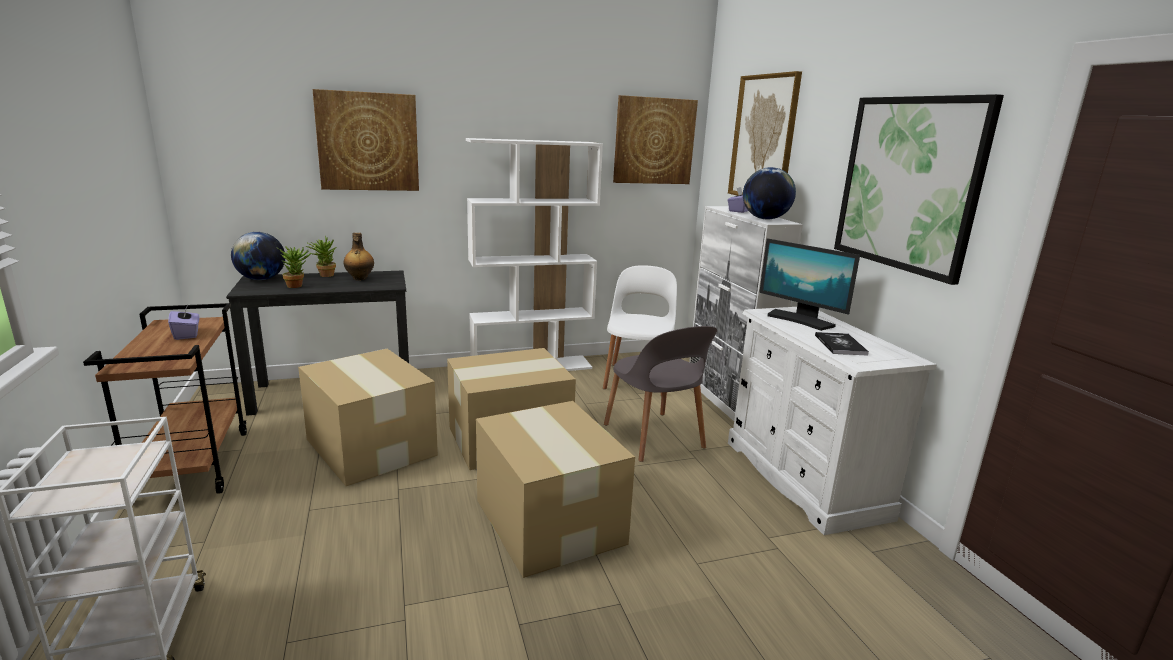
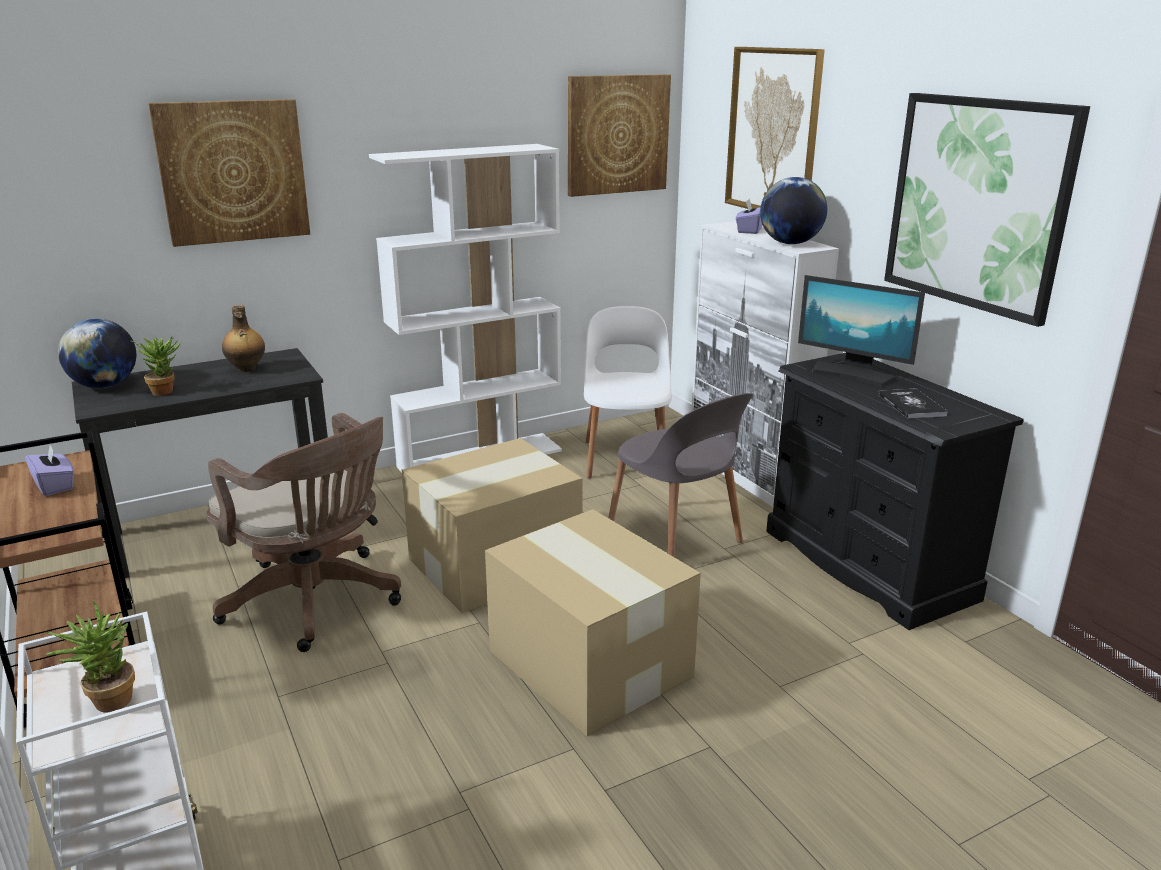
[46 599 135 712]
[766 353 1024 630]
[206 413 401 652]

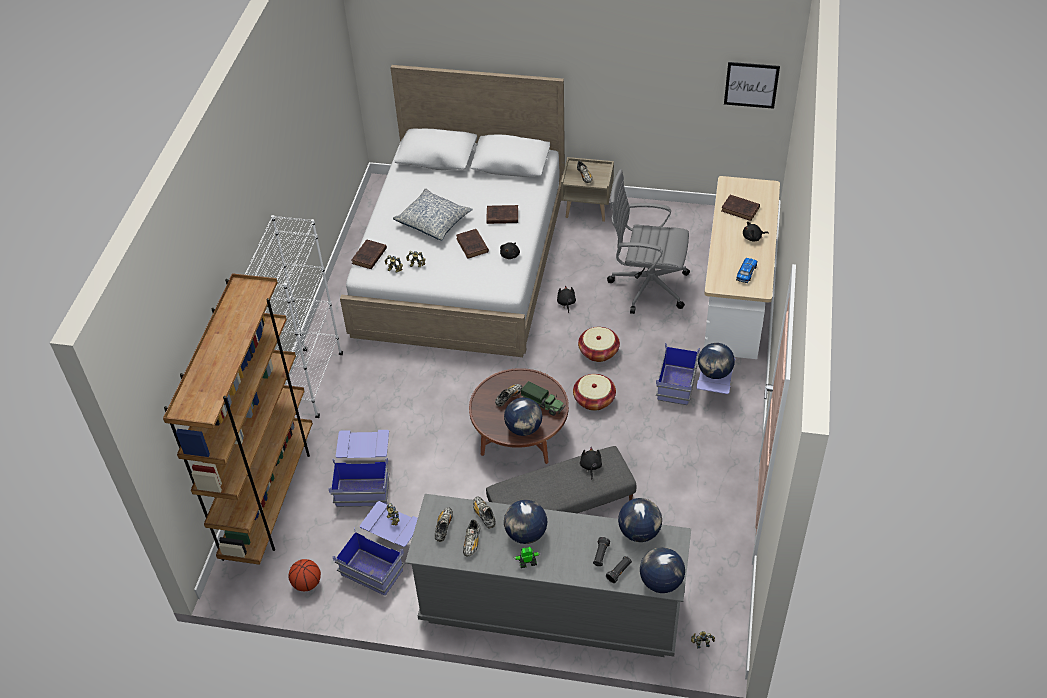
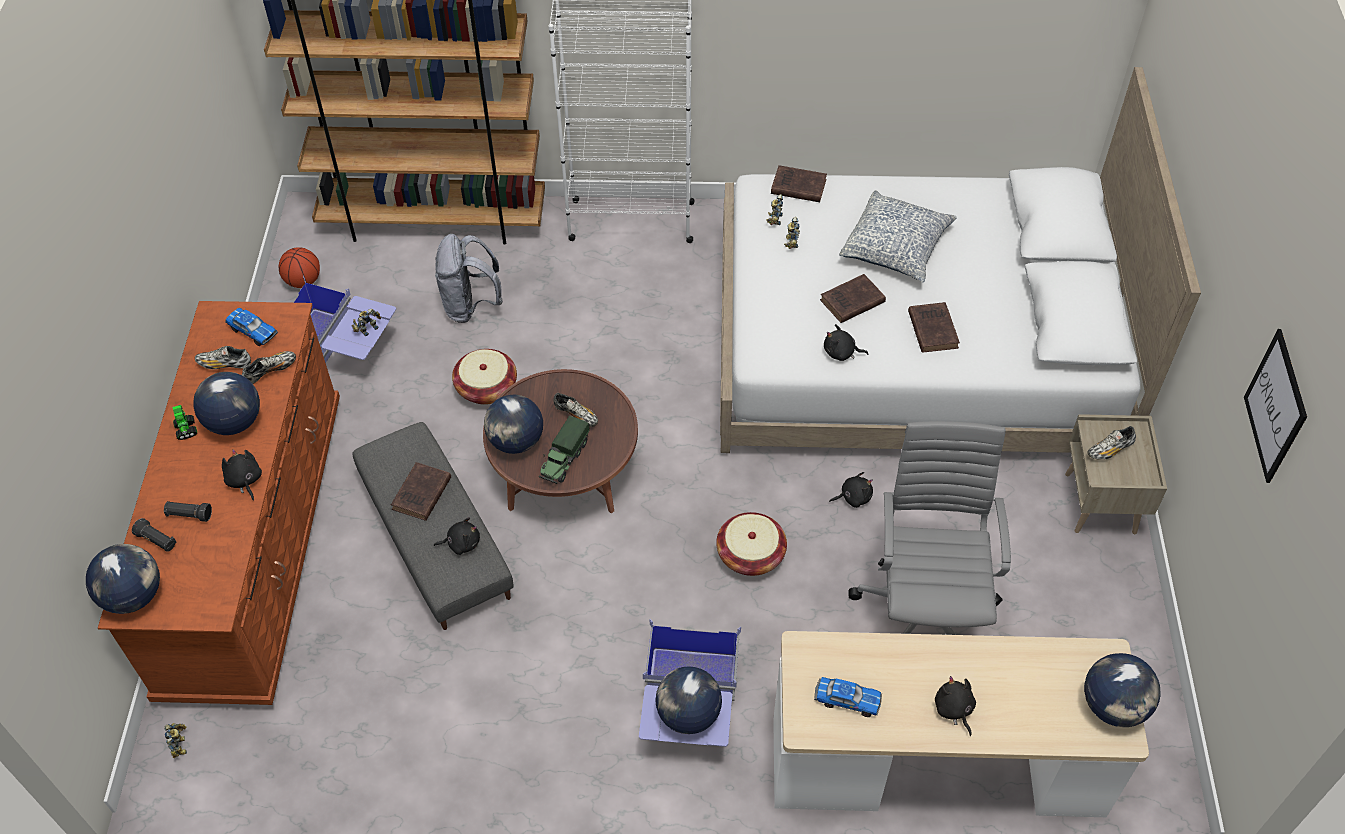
[1244 329 1307 483]
[391 462 451 521]
[452 349 517 405]
[435 234 503 323]
[98 301 340 705]
[1084 653 1161 727]
[225 308 278 346]
[222 449 262 501]

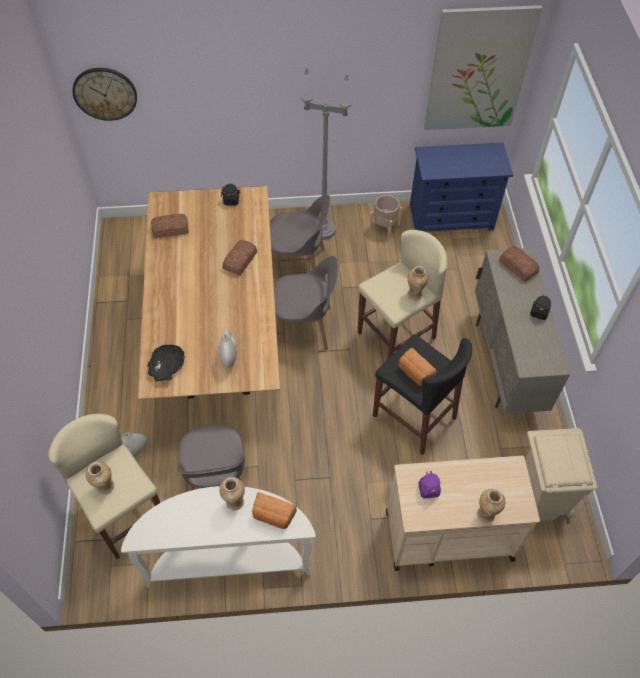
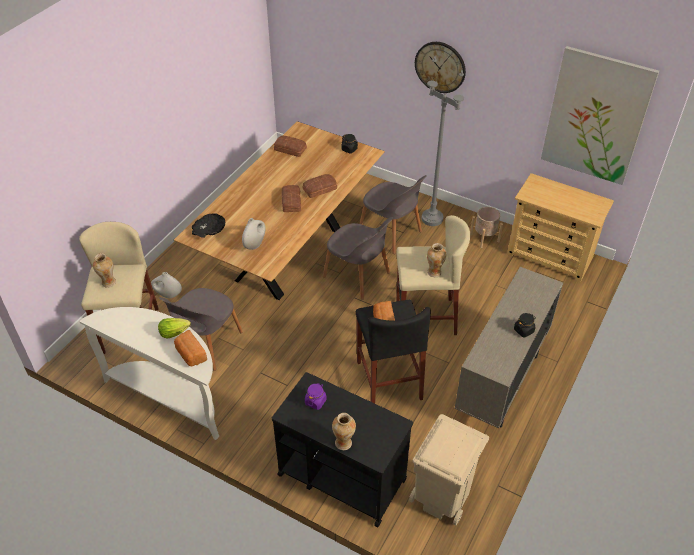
[415 42 466 93]
[507 173 614 282]
[282 185 301 212]
[272 372 413 527]
[158 318 191 339]

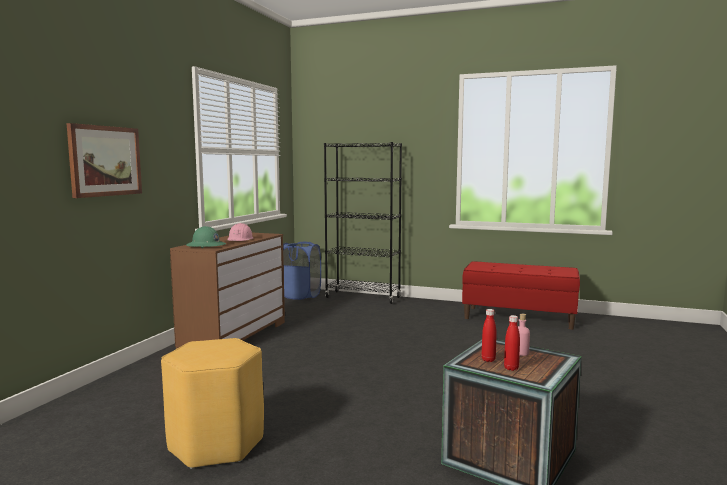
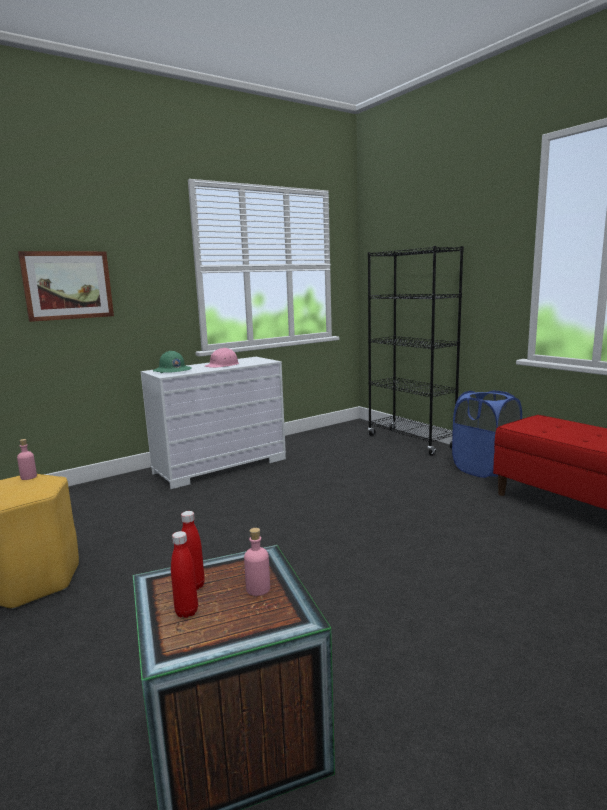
[141 357 286 489]
[452 390 522 478]
[17 439 37 480]

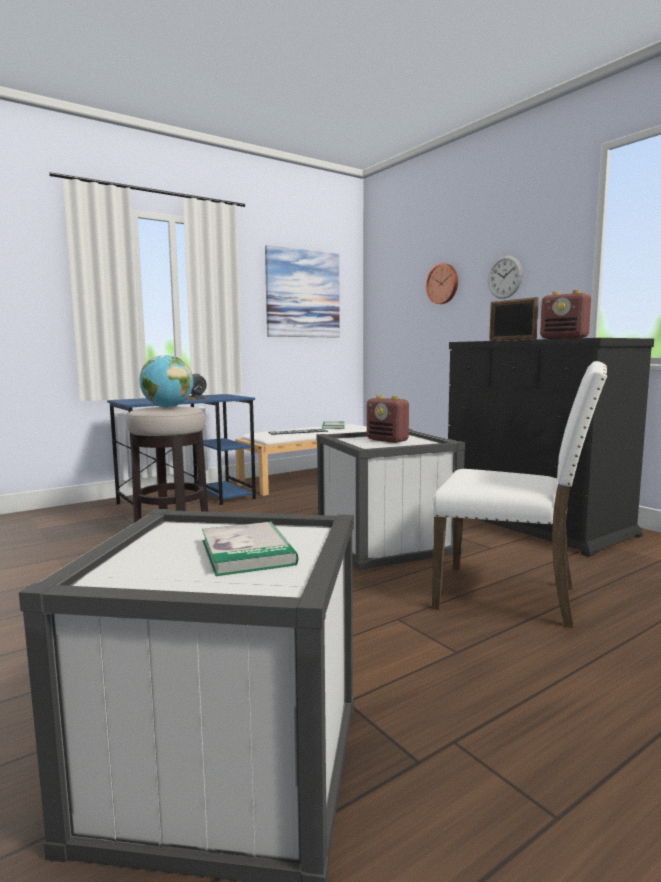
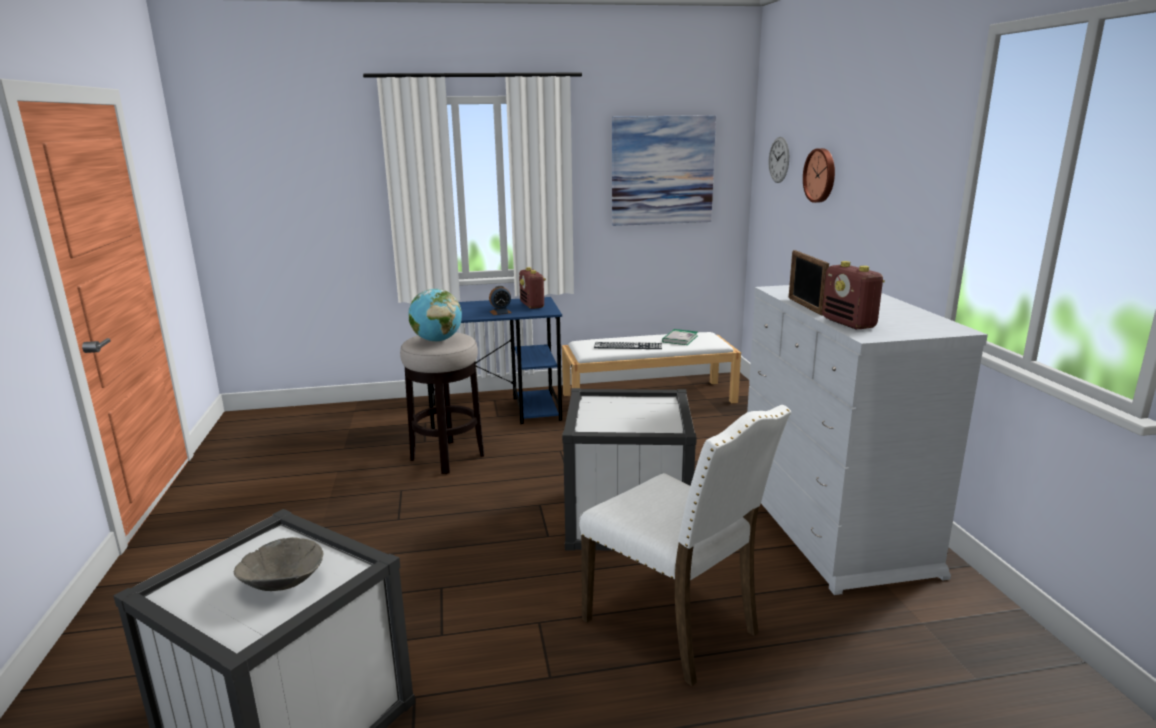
[769 137 789 183]
[747 285 988 595]
[519 267 546 309]
[234 537 323 591]

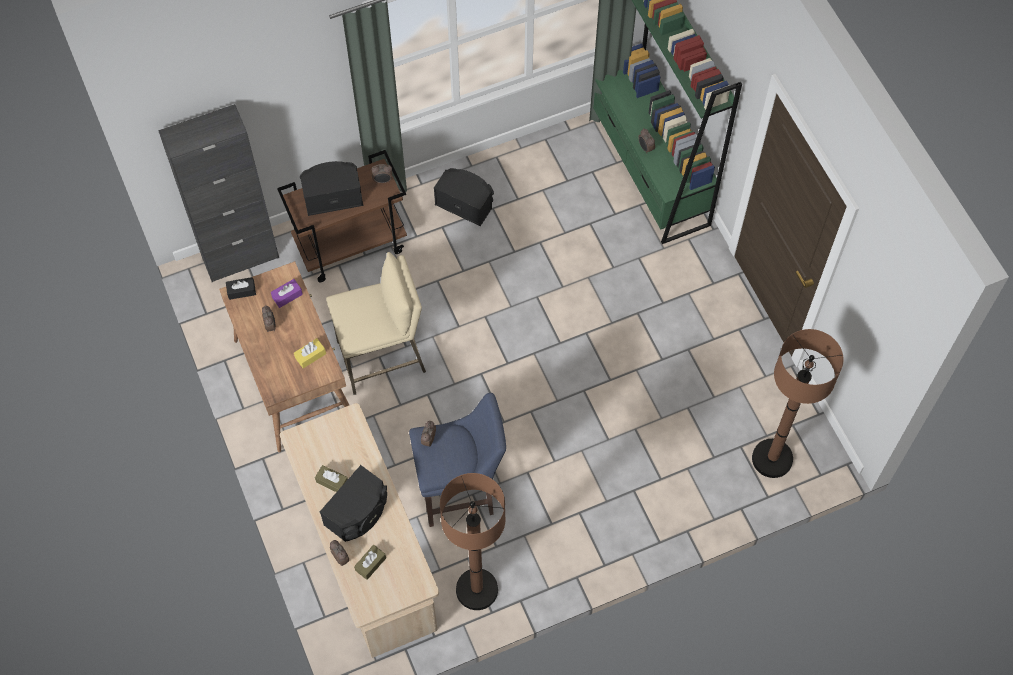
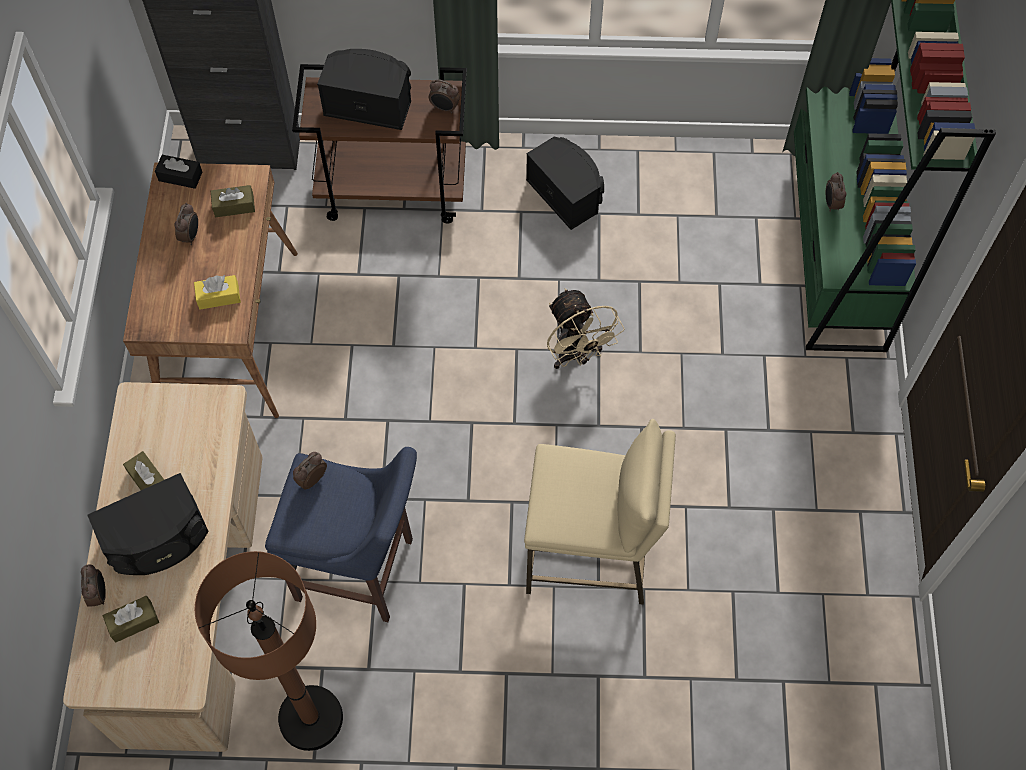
[524 419 676 605]
[211 185 255 217]
[752 329 844 478] (first image)
[547 288 625 369]

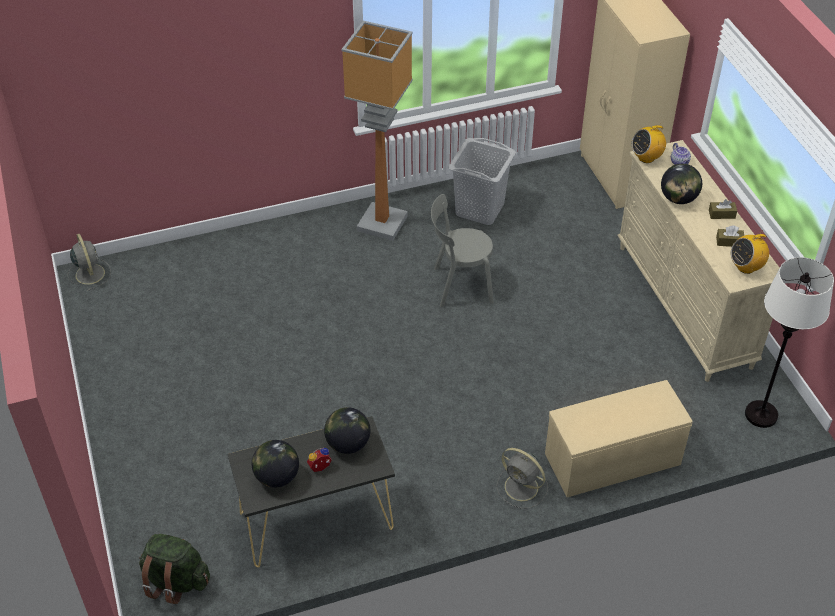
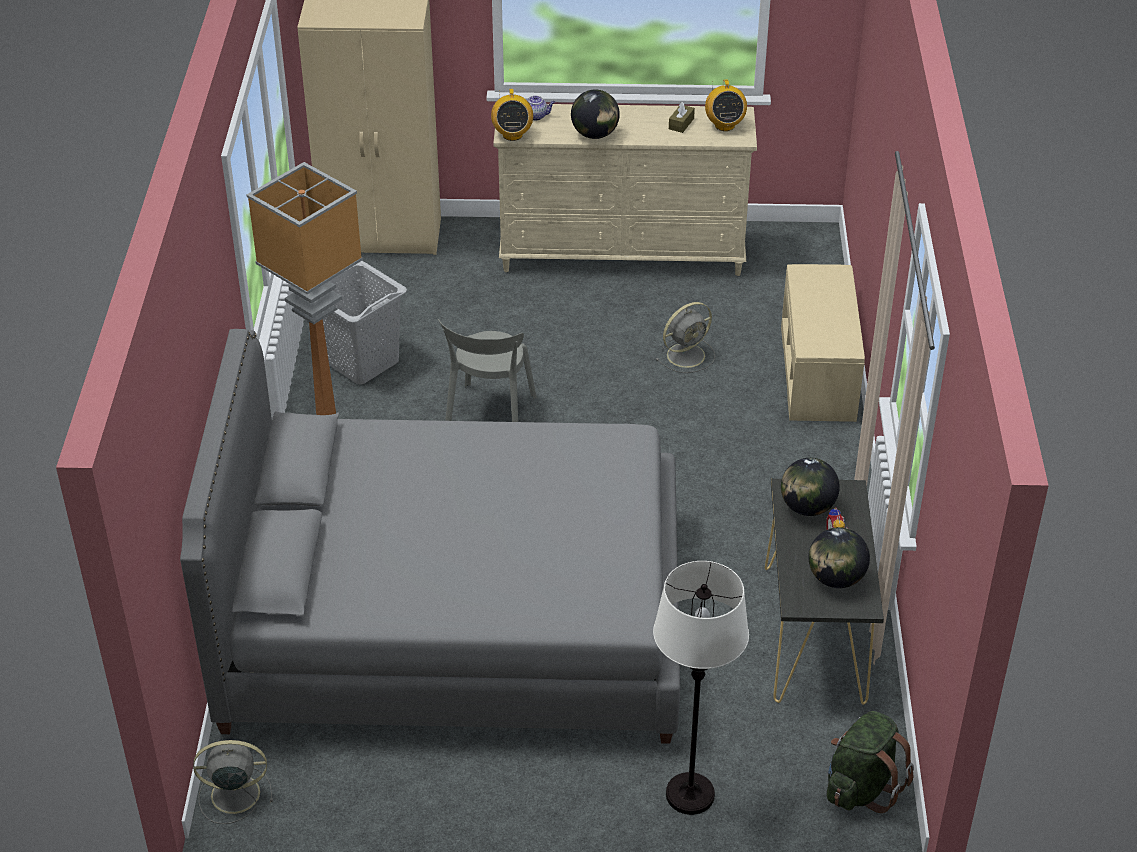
[709 199 737 219] (first image)
[653 561 749 815]
[655 302 715 373]
[180 329 680 744]

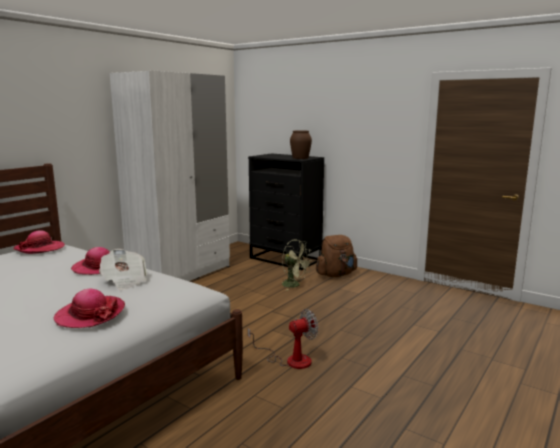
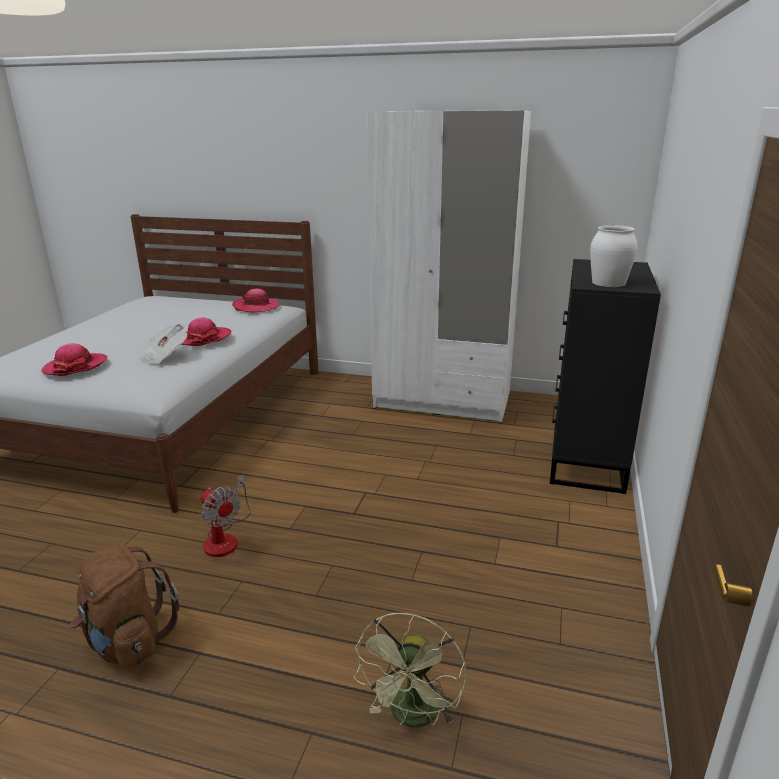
[590 225 638 287]
[71 544 179 669]
[354 613 467 727]

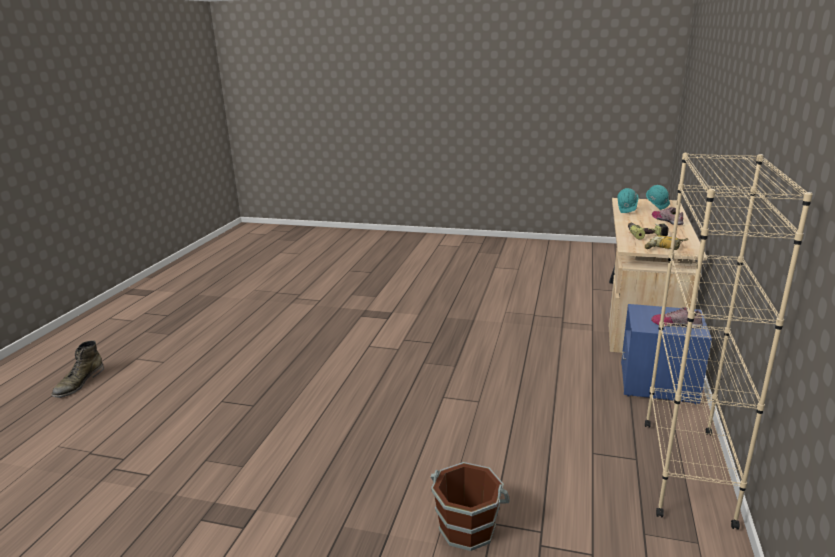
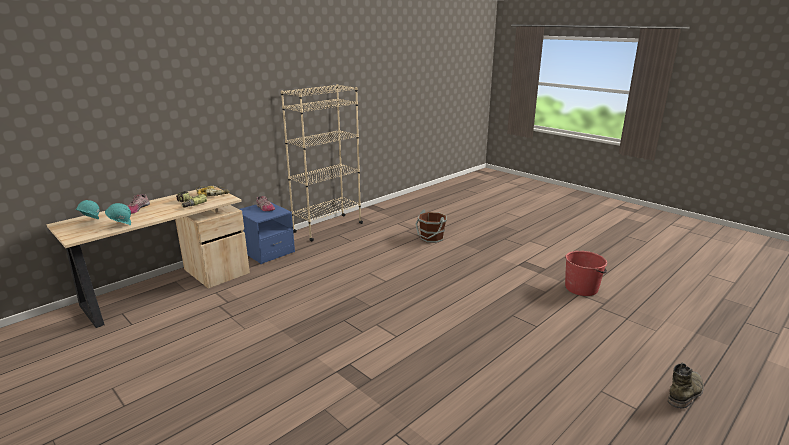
[565 251 607 296]

